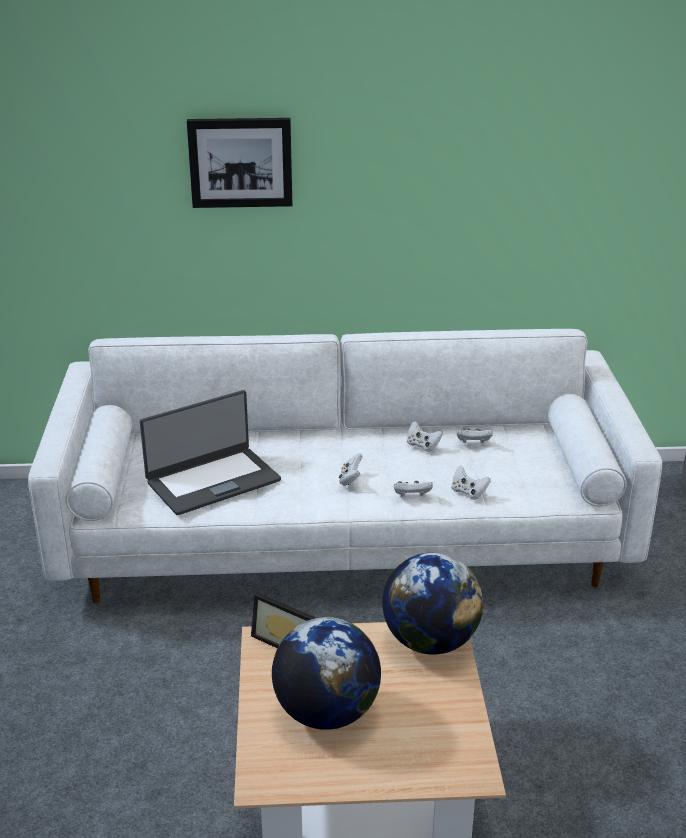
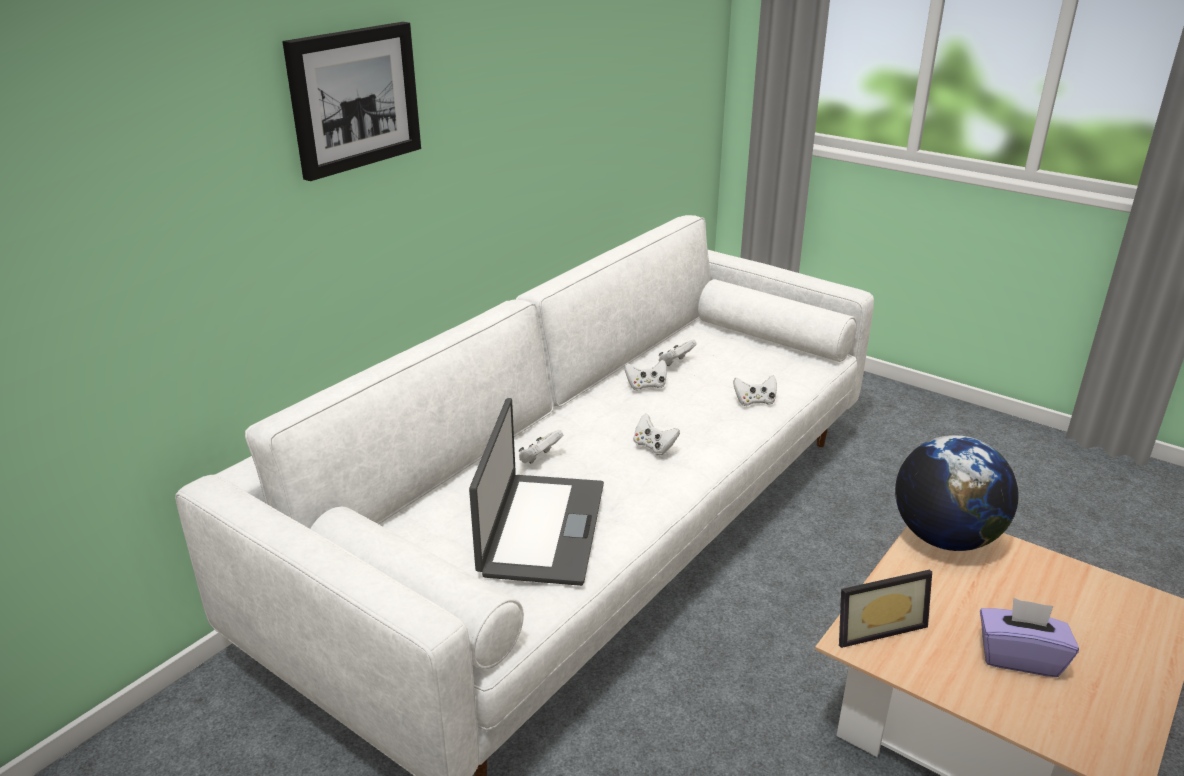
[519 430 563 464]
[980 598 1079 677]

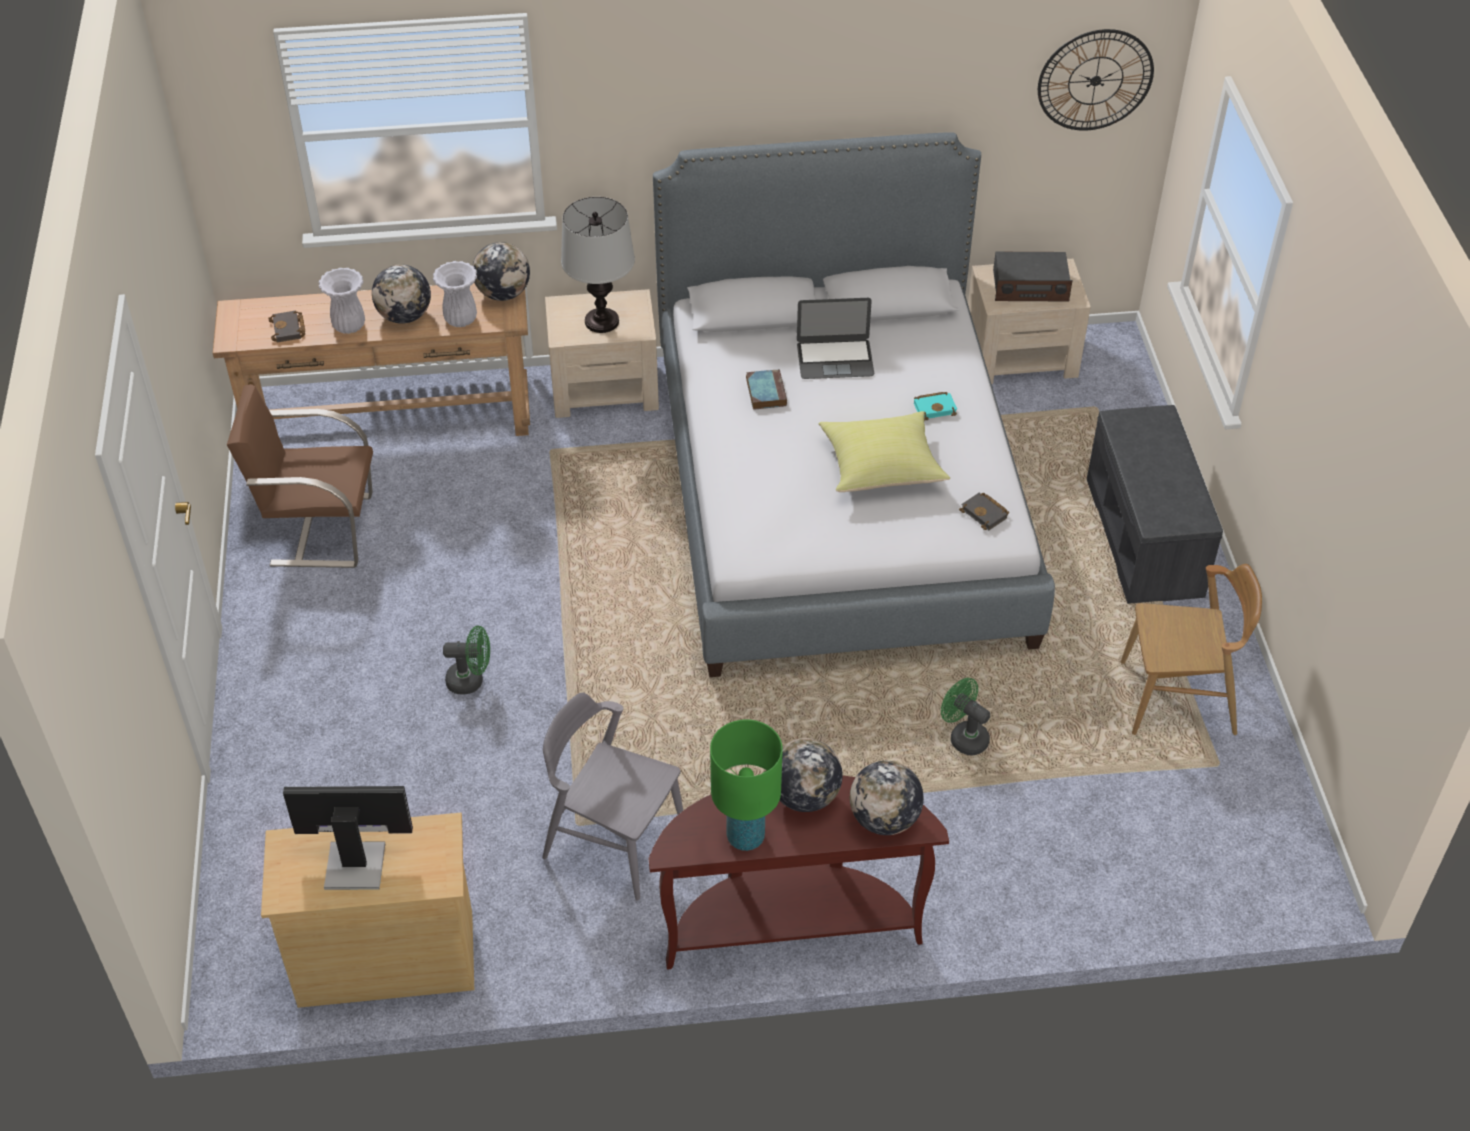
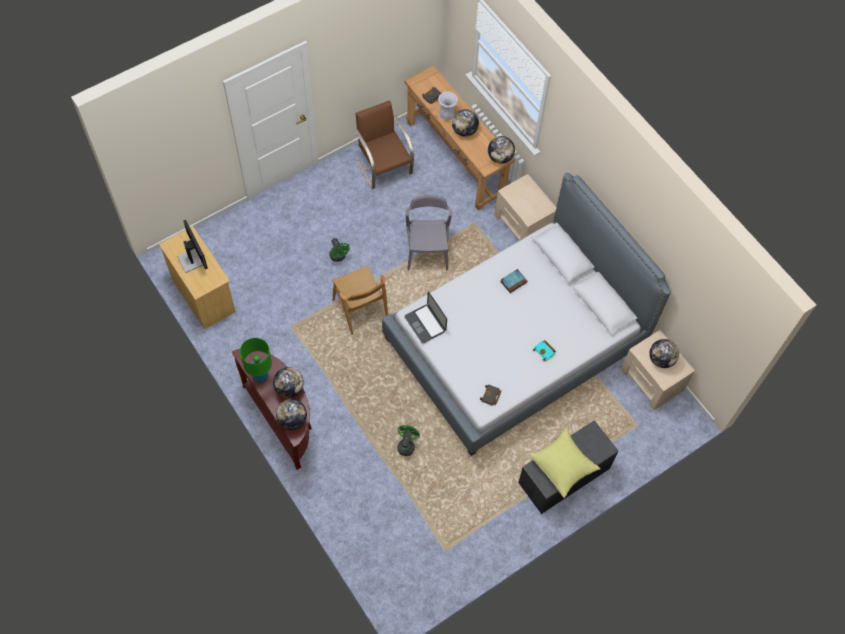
[1038 29 1154 131] (first image)
[561 197 635 333] (first image)
[649 339 679 368]
[433 261 477 327] (first image)
[405 292 447 343]
[529 428 601 498]
[333 265 388 335]
[405 195 453 271]

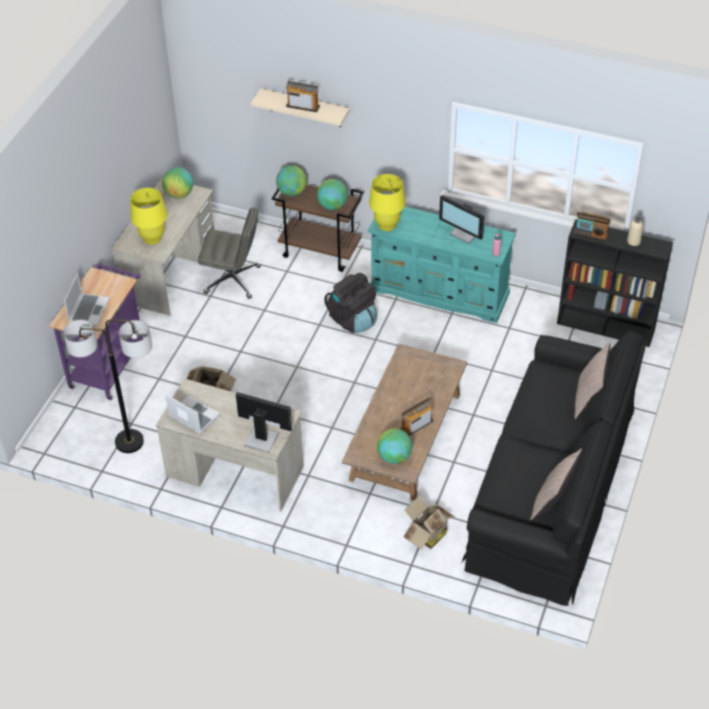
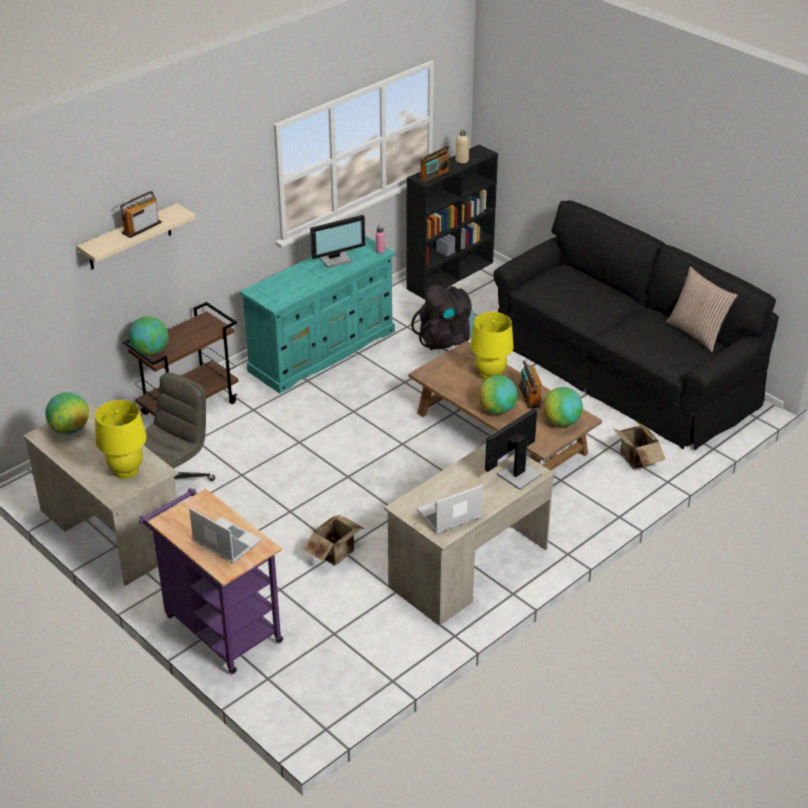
[470 312 514 380]
[478 375 518 414]
[411 285 475 350]
[63 320 152 453] (first image)
[574 343 611 419] (first image)

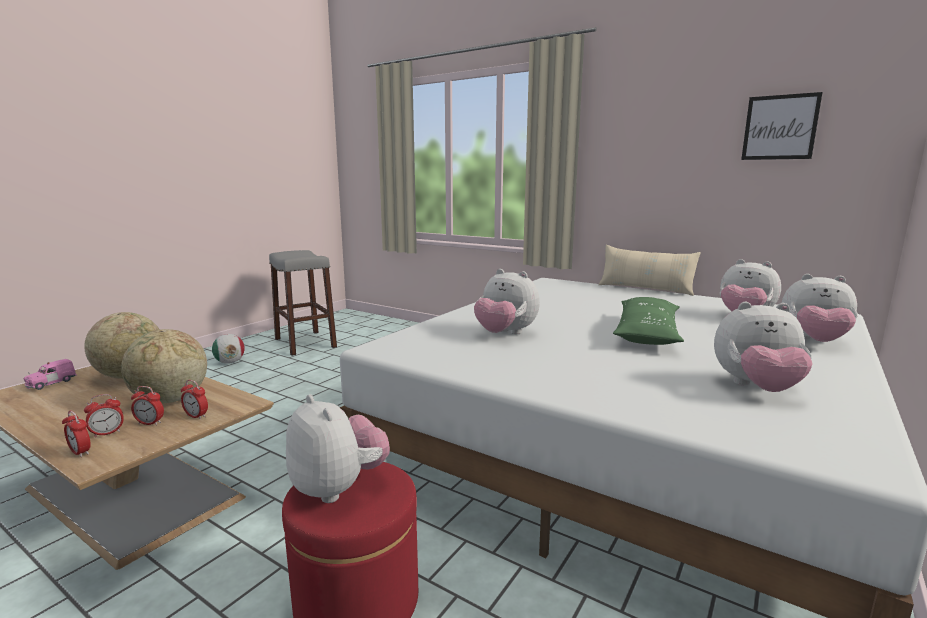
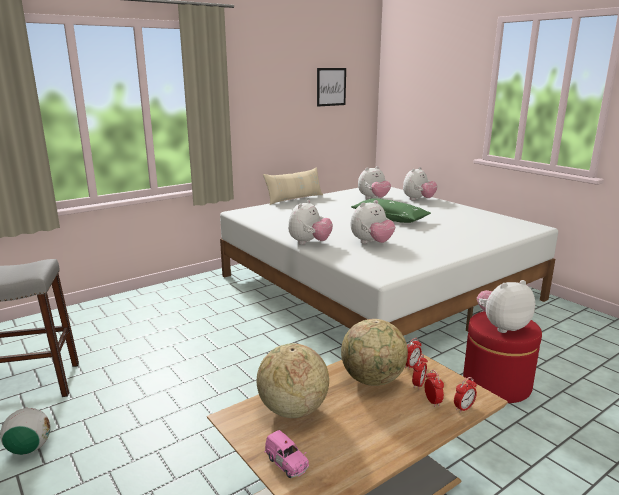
[288 200 333 245]

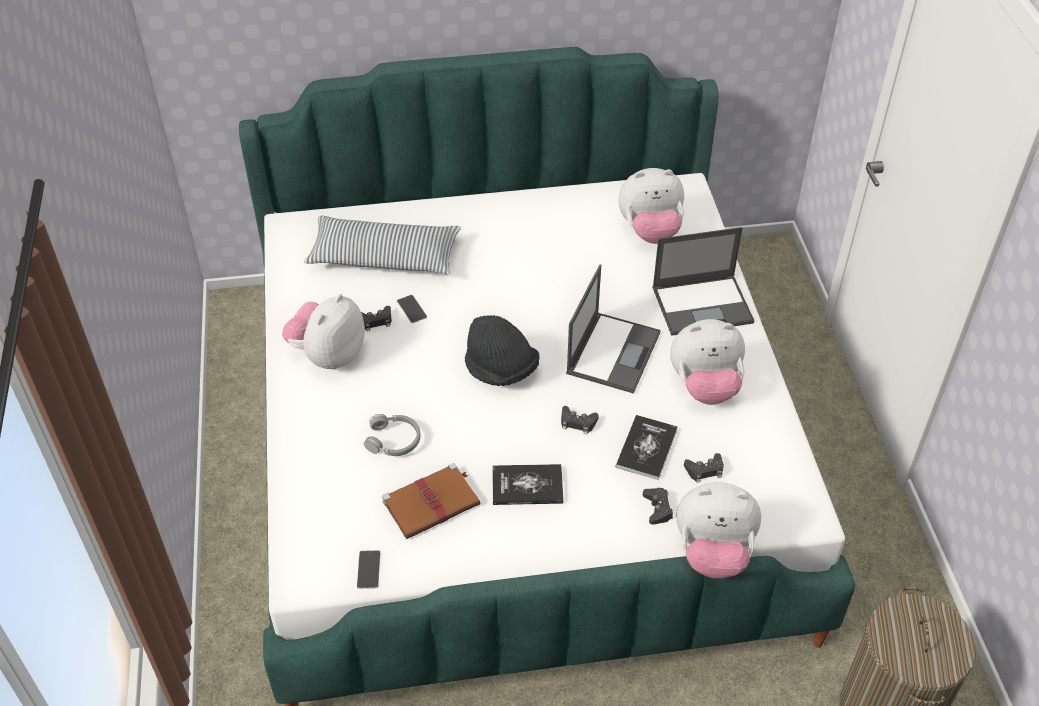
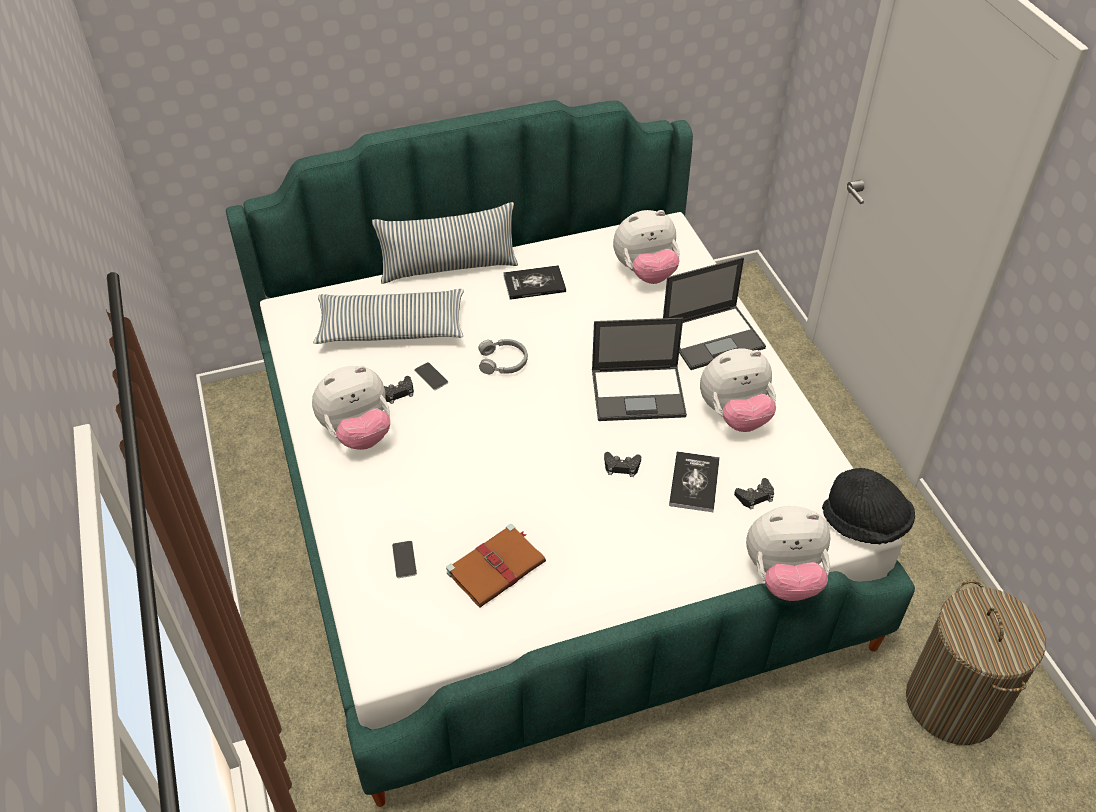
[592 318 687 421]
[312 366 390 450]
[822 468 915 544]
[478 339 528 374]
[503 265 566 300]
[643 488 673 525] (first image)
[392 541 417 578]
[372 202 518 284]

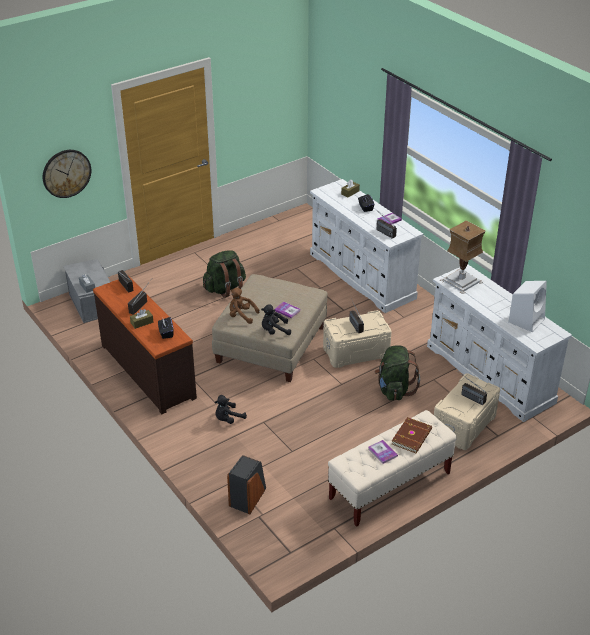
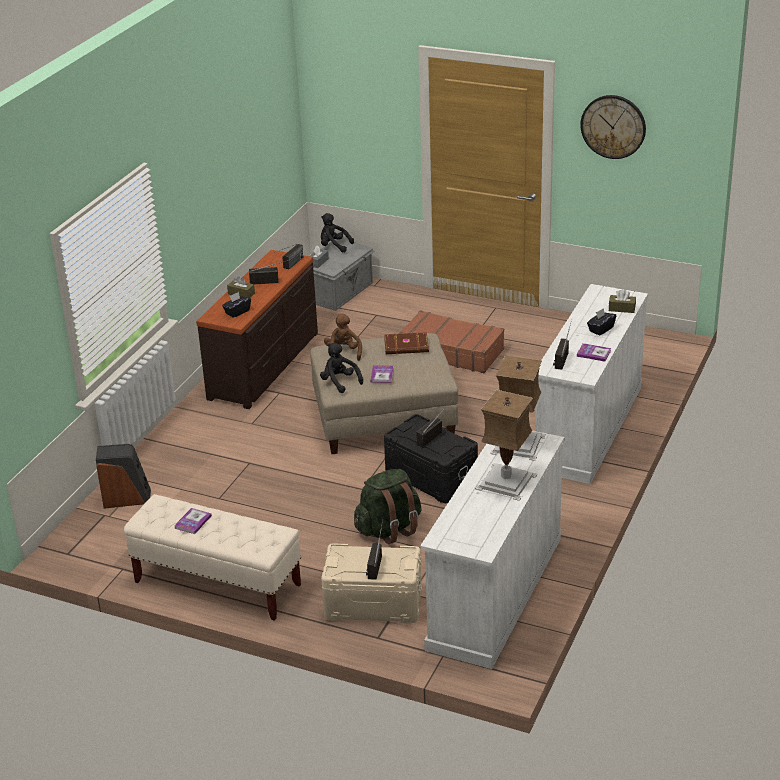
[580 95 646 159]
[398 310 504 373]
[508 281 547 332] (first image)
[384 414 478 503]
[321 213 354 252]
[384 332 429 354]
[475 390 538 501]

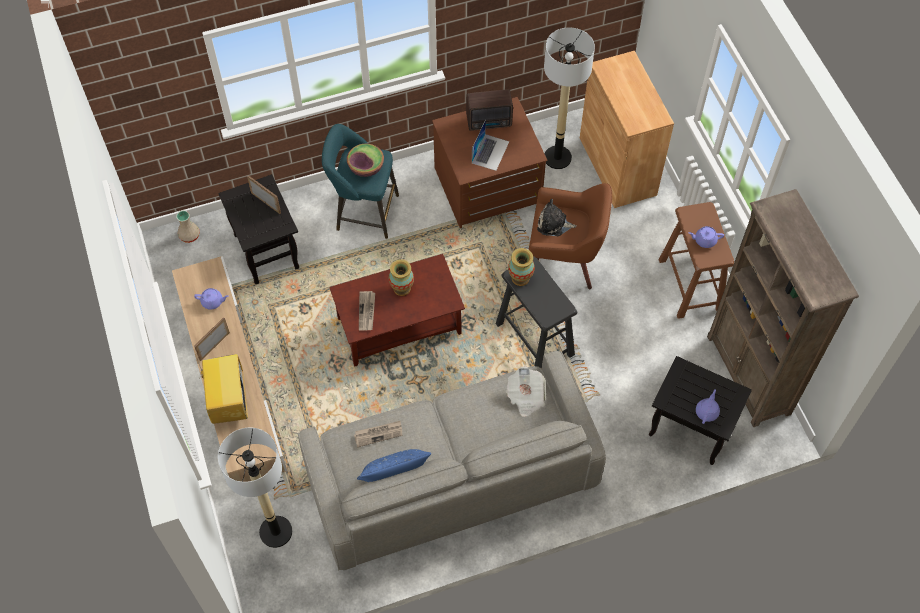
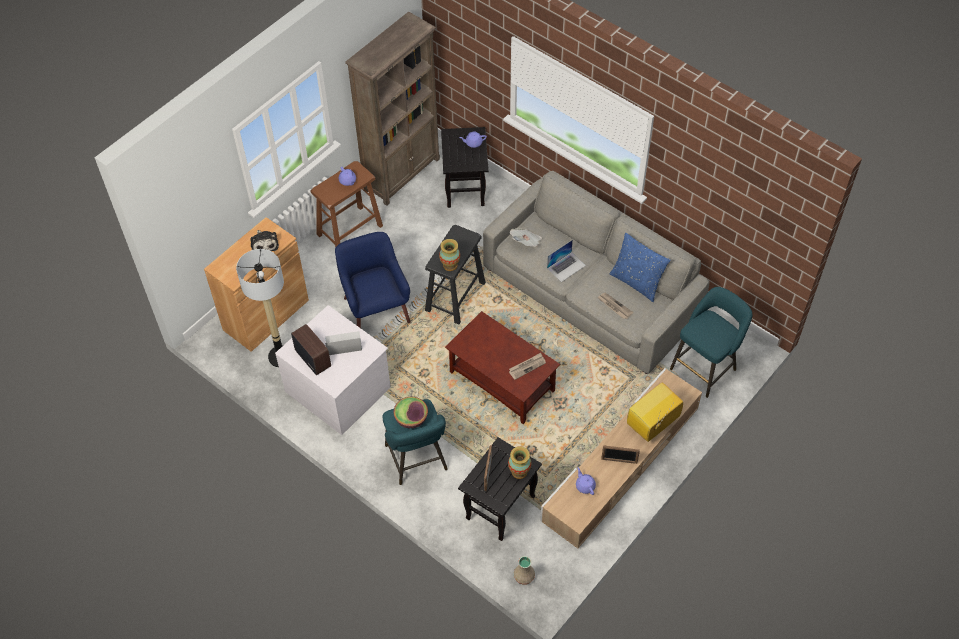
[275 305 391 435]
[335 232 411 328]
[250 230 279 251]
[508 446 531 479]
[670 287 753 398]
[547 240 586 282]

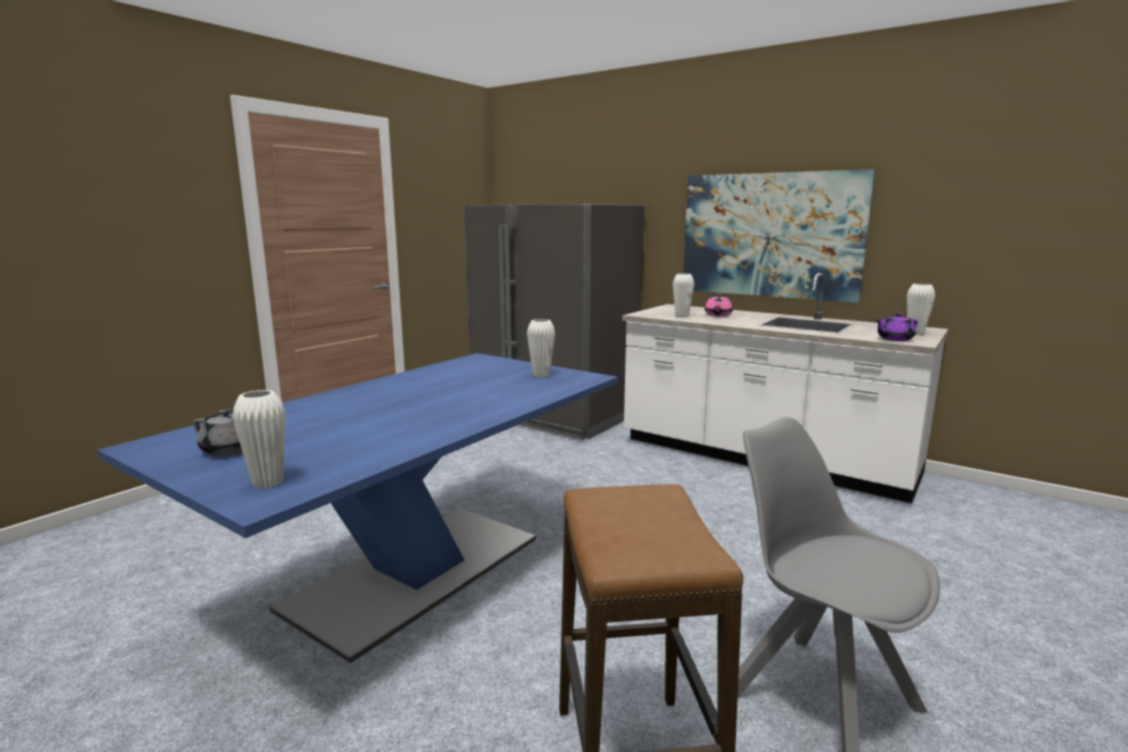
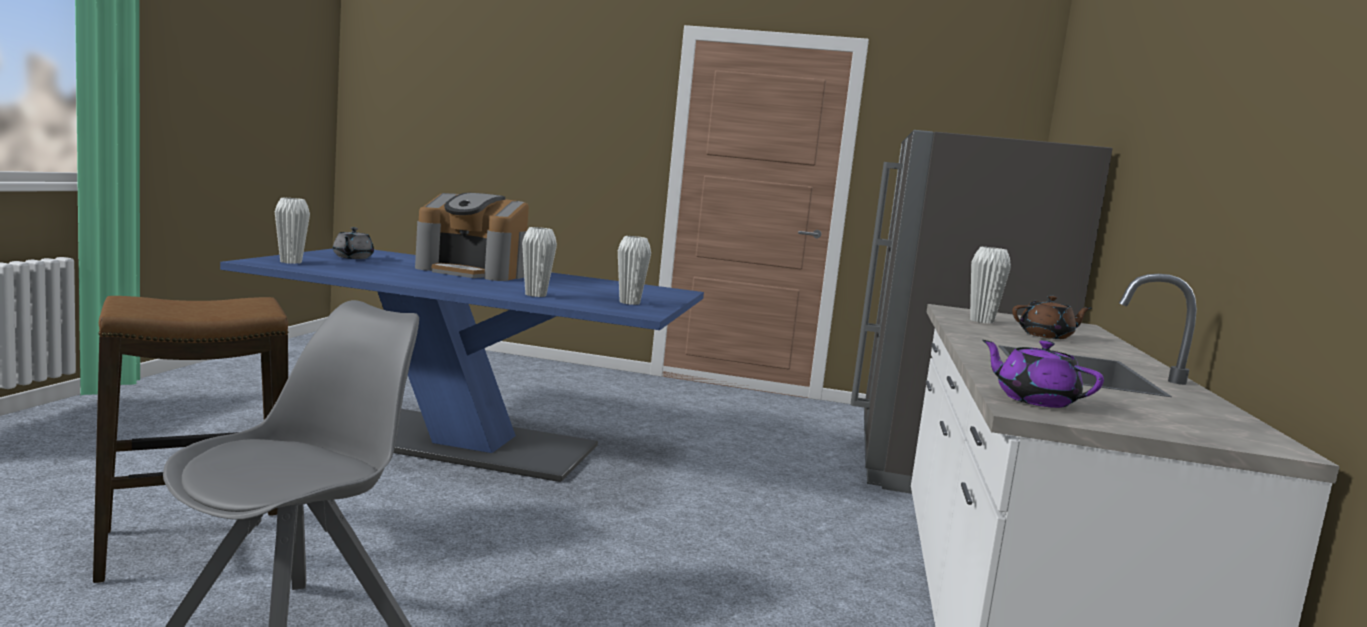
[683 169 875 303] (first image)
[522 227 557 297]
[1012 295 1092 339]
[415 193 529 281]

